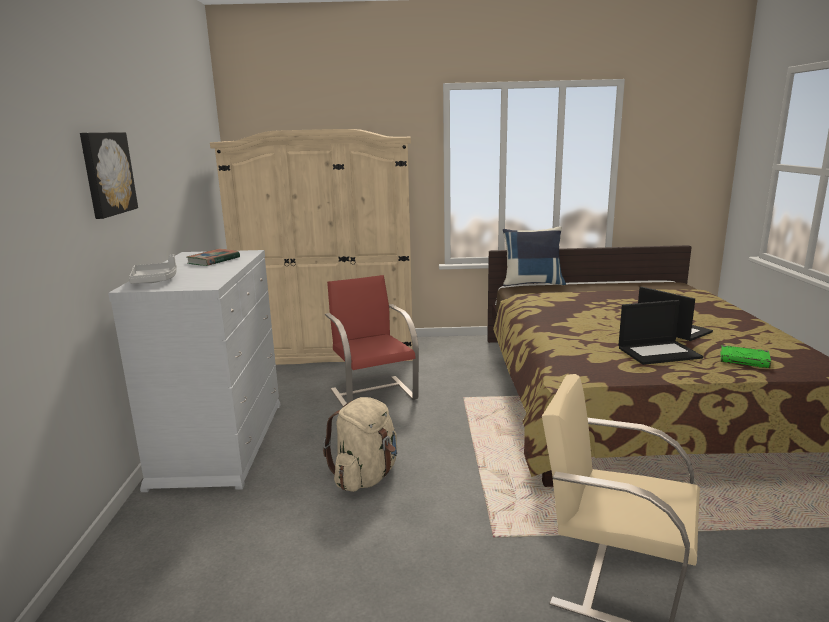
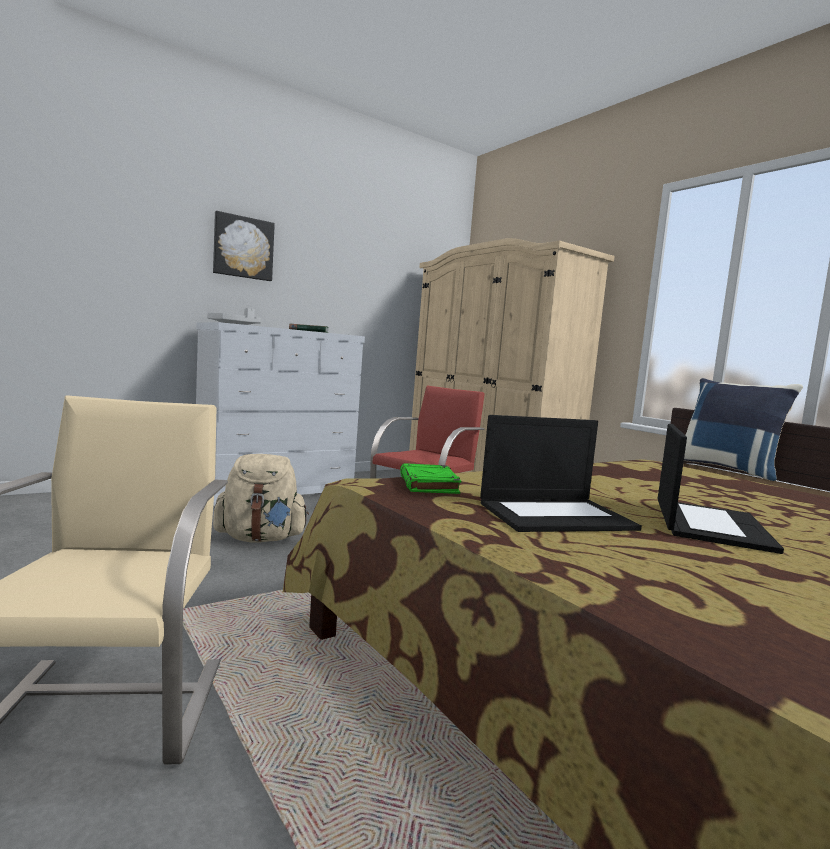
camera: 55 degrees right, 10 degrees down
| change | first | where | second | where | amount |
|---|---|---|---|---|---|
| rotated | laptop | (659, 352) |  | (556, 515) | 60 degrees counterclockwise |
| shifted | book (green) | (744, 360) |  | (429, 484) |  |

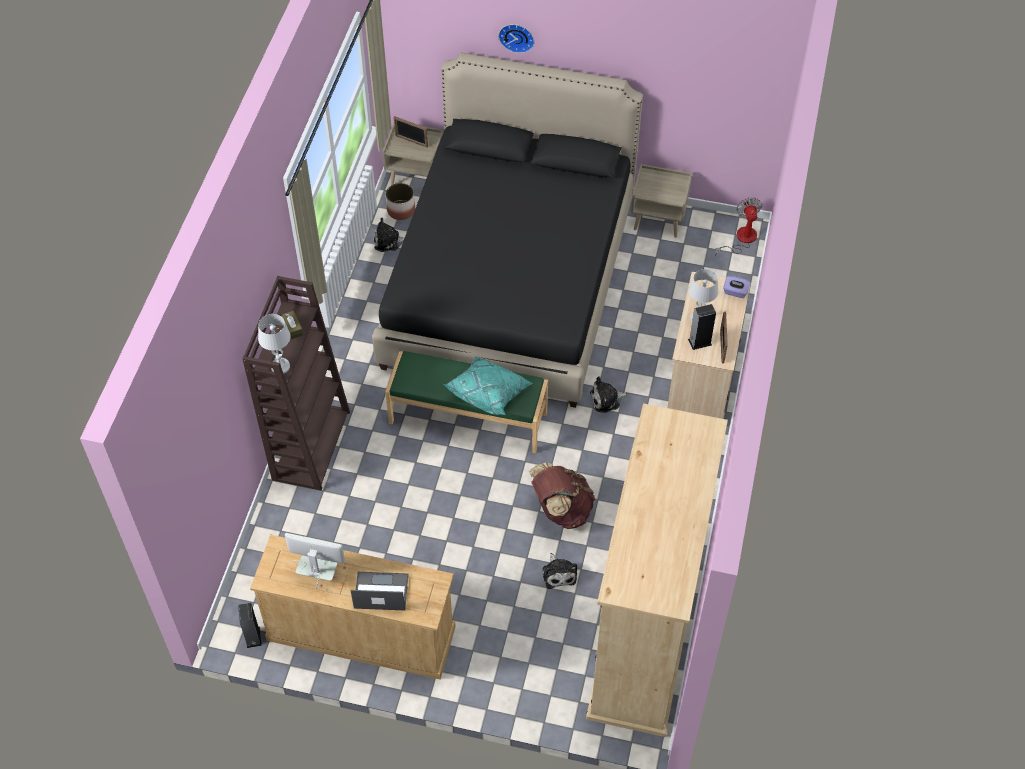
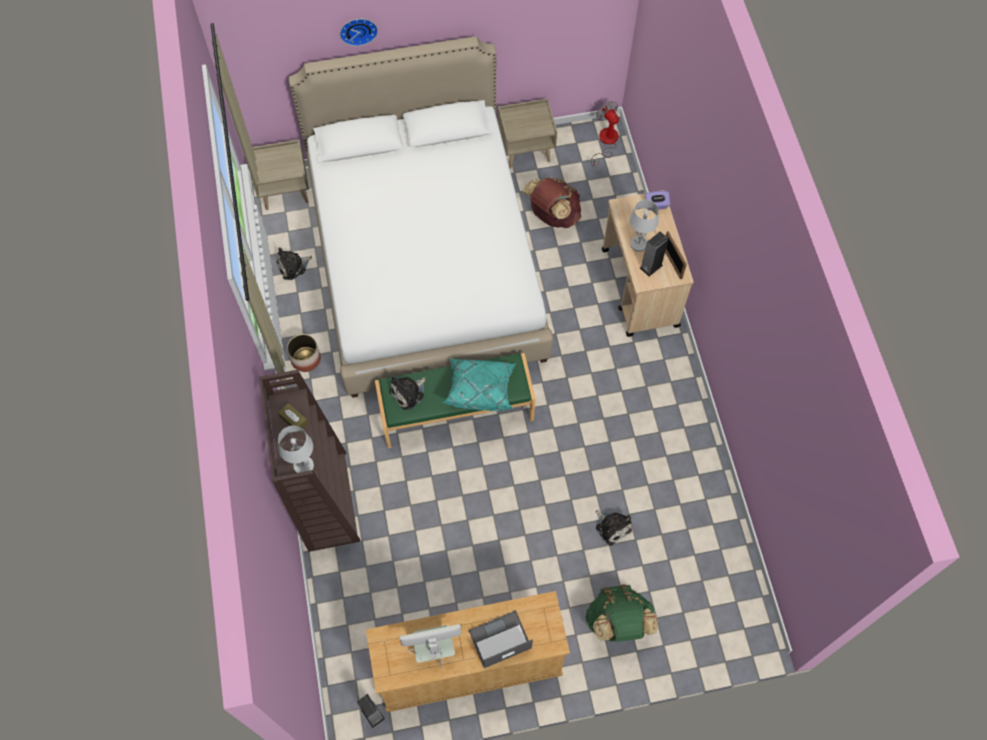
camera: 25 degrees left, 10 degrees up
| change | first | where | second | where | amount |
|---|---|---|---|---|---|
| repainted | bed (black) | (509, 282) | bed (white) | (425, 263) |  |
| gone | picture frame | (411, 141) |  |  |  |
| shifted | planter | (401, 210) |  | (306, 359) |  |
| shifted | plush toy | (607, 399) |  | (408, 393) |  |
| gone | wardrobe (beige) | (645, 633) |  |  |  |
| shifted | backpack (brown) | (561, 510) |  | (552, 215) |  |
| new |  |  | backpack (green) | (618, 622) |  |

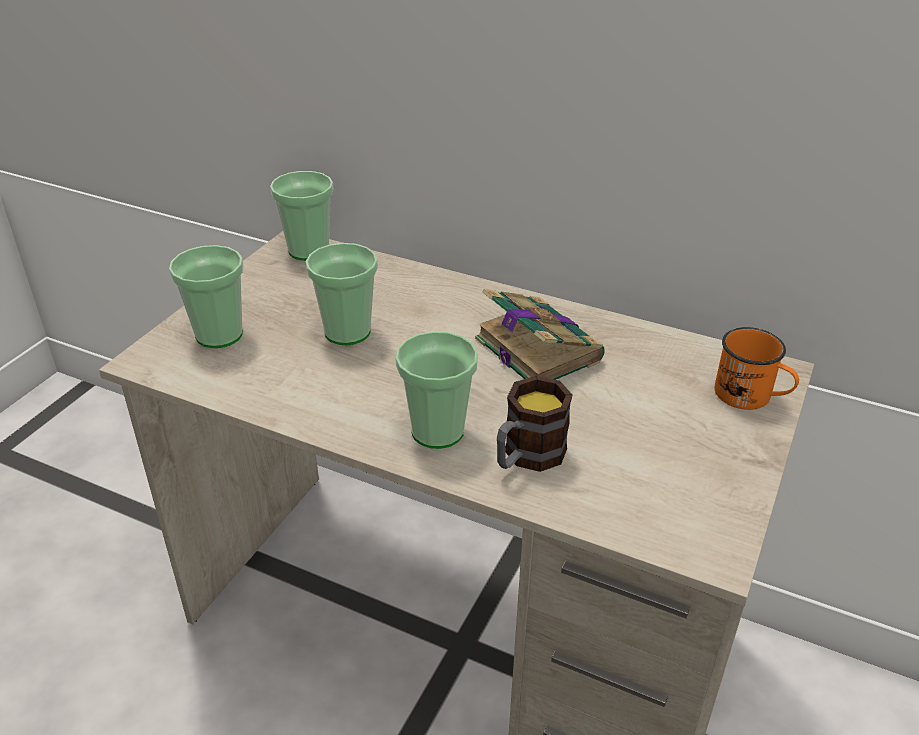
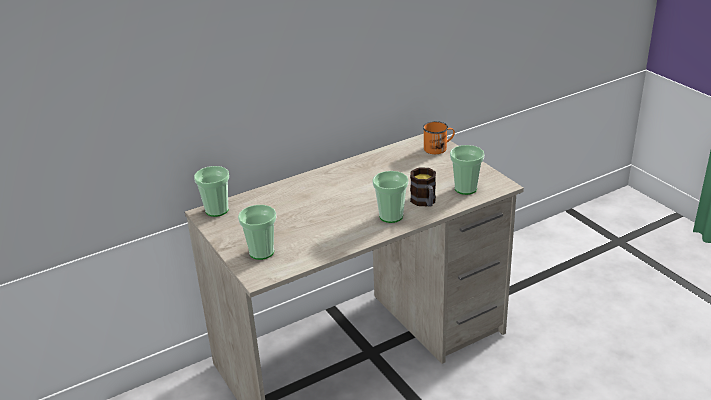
camera: 55 degrees left, 5 degrees down
| change | first | where | second | where | amount |
|---|---|---|---|---|---|
| shifted | cup | (347, 332) |  | (465, 188) |  |
| gone | book | (536, 348) |  |  |  |

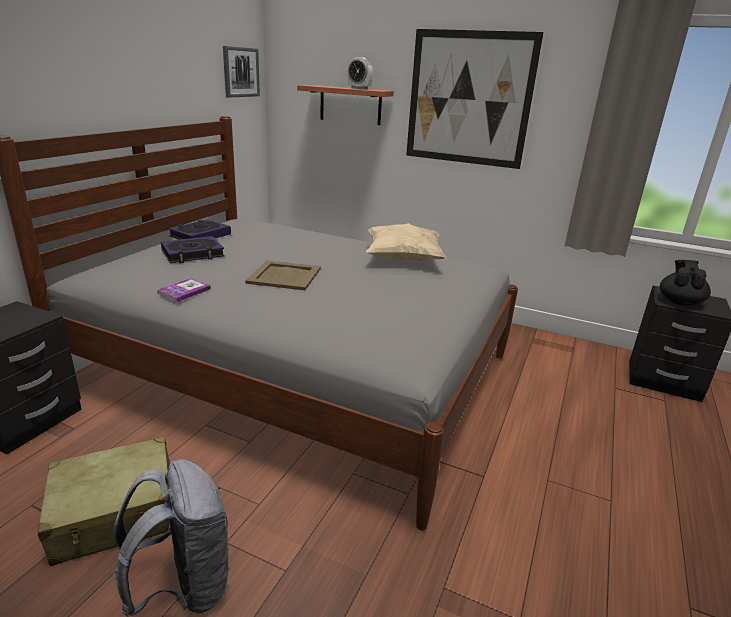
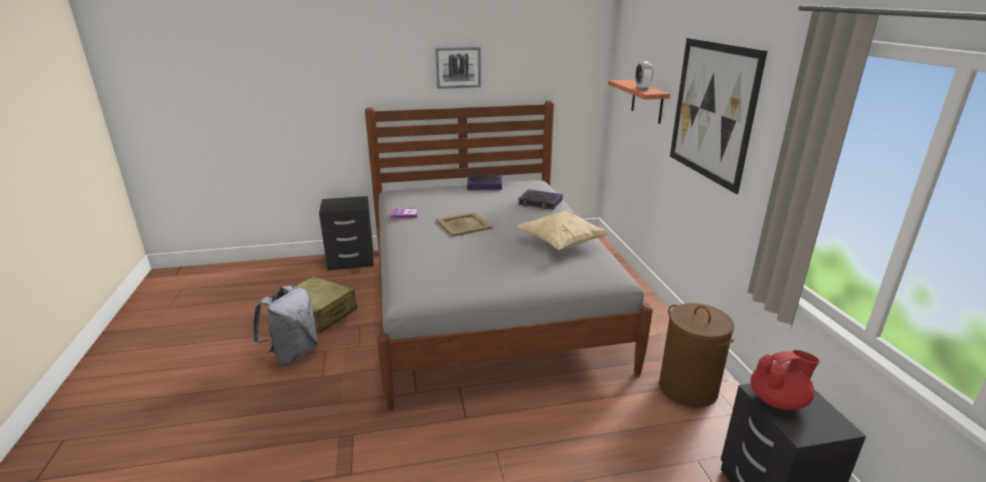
camera: 55 degrees right, 0 degrees up
| change | first | where | second | where | amount |
|---|---|---|---|---|---|
| shifted | picture | (240, 72) |  | (458, 67) |  |
| shifted | book | (193, 254) |  | (540, 203) |  |
| repainted | teapot (black) | (679, 302) | teapot (red) | (778, 400) |  |
| new |  |  | laundry basket (brown) | (687, 388) |  |

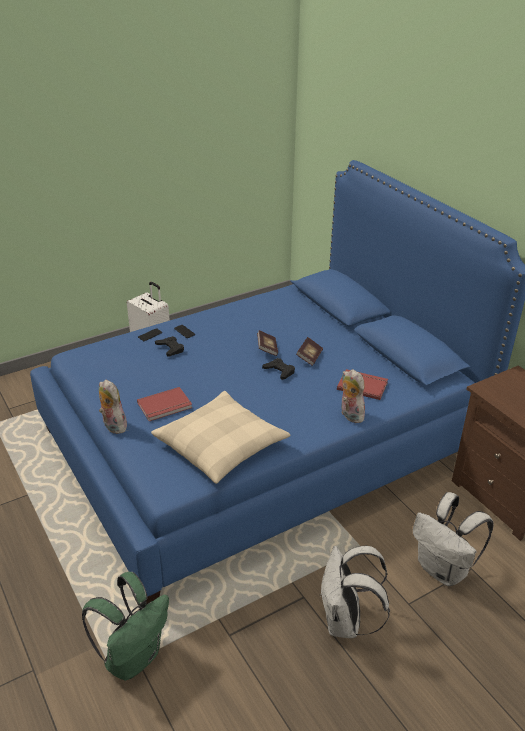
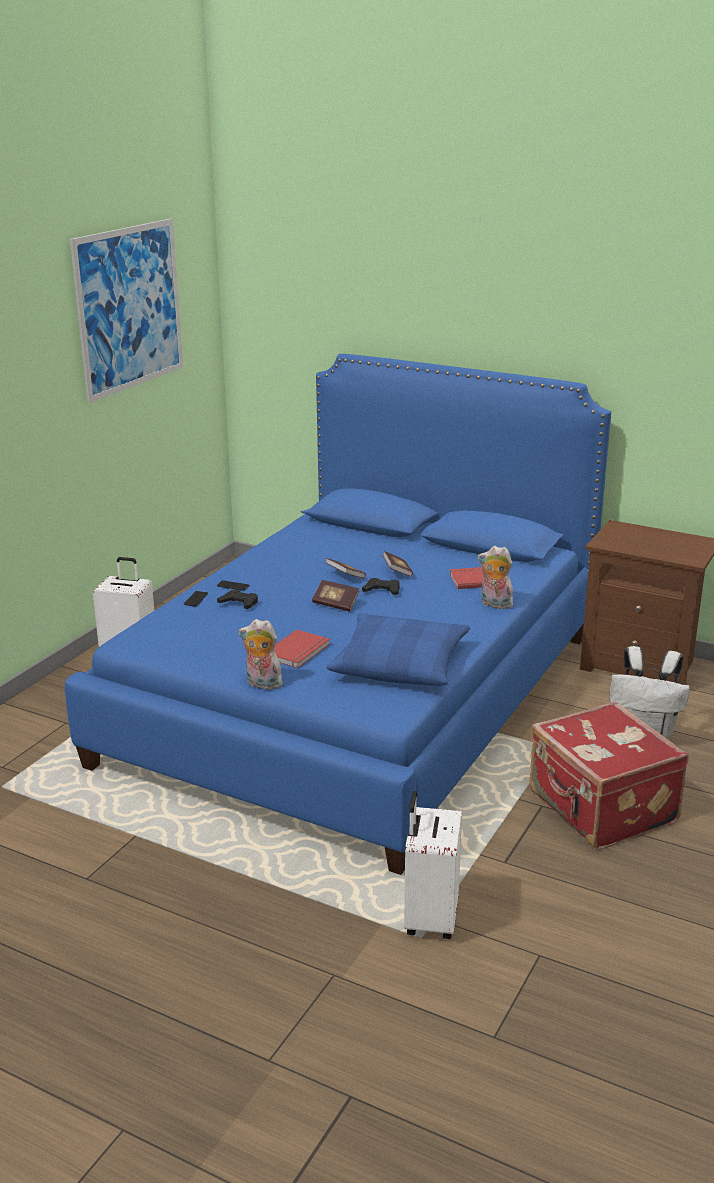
camera: 30 degrees left, 10 degrees down
| change | first | where | second | where | amount |
|---|---|---|---|---|---|
| repainted | pillow (beige) | (221, 445) | pillow (blue) | (400, 663) |  |
| swapped | backpack (white) | (345, 622) | suitcase (red) | (600, 809) |  |
| swapped | backpack (green) | (133, 657) | suitcase (white) | (429, 918) |  |
| new |  |  | picture | (130, 308) |  |
| new |  |  | book | (335, 604) |  |

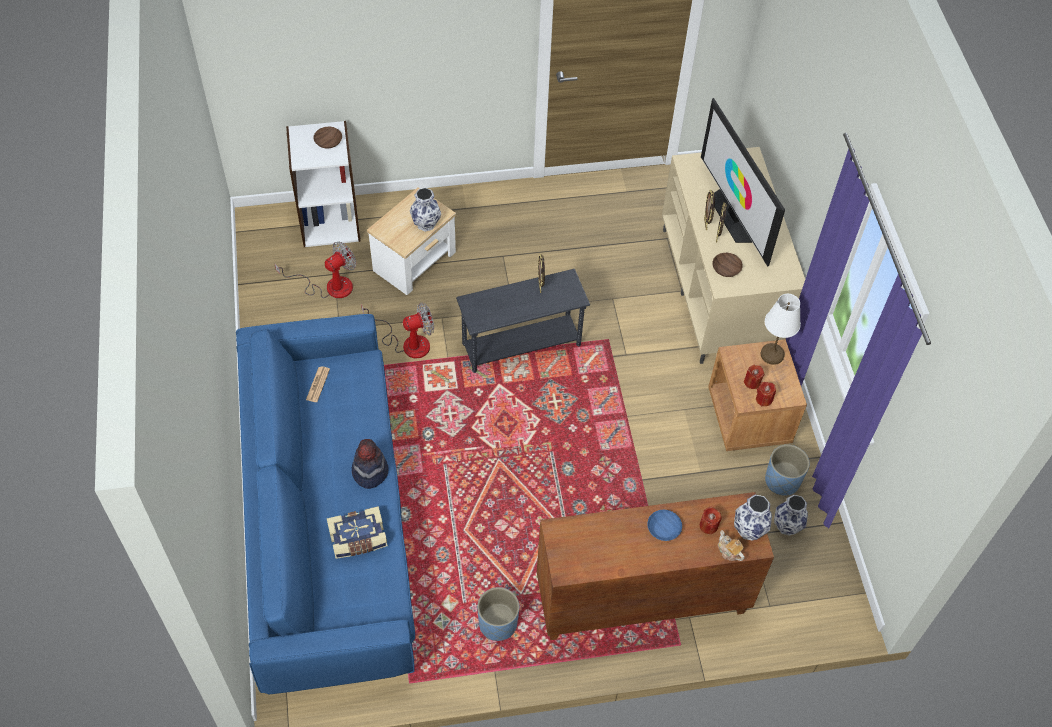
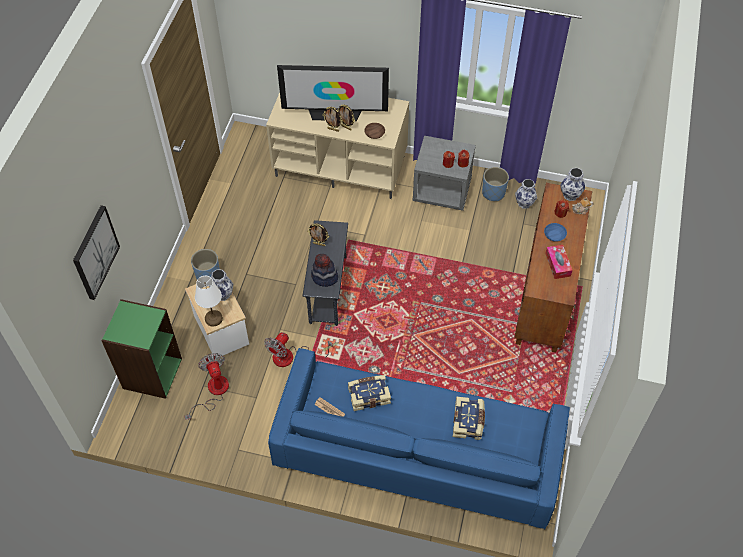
camera: 65 degrees left, 0 degrees up
| change | first | where | second | where | amount |
|---|---|---|---|---|---|
| repainted | bookcase (white) | (330, 222) | bookcase (green) | (151, 373) |  |
| gone | bowl (brown) | (329, 141) |  |  |  |
| shifted | table lamp (white) | (772, 355) |  | (214, 319) |  |
| rotated | fan | (407, 342) |  | (291, 357) | 150 degrees counterclockwise |
| repainted | nightstand (brown) | (749, 417) | nightstand (grey) | (442, 190) |  |
| shifted | hat | (370, 471) |  | (324, 277) |  |
| shifted | planter (blue) | (498, 624) |  | (208, 275) |  |
| new |  |  | picture | (95, 252) |  |
| new |  |  | tissue box | (557, 264) |  |
| new |  |  | book | (368, 395) |  |

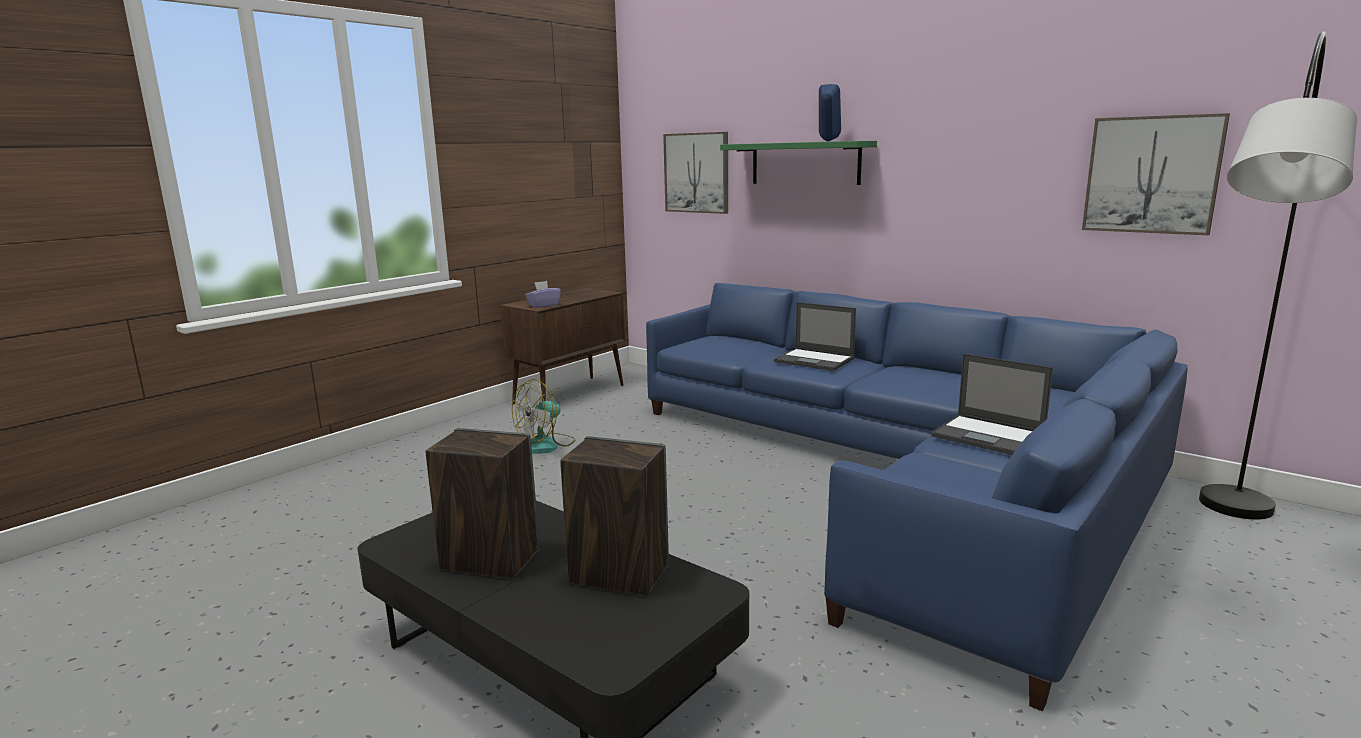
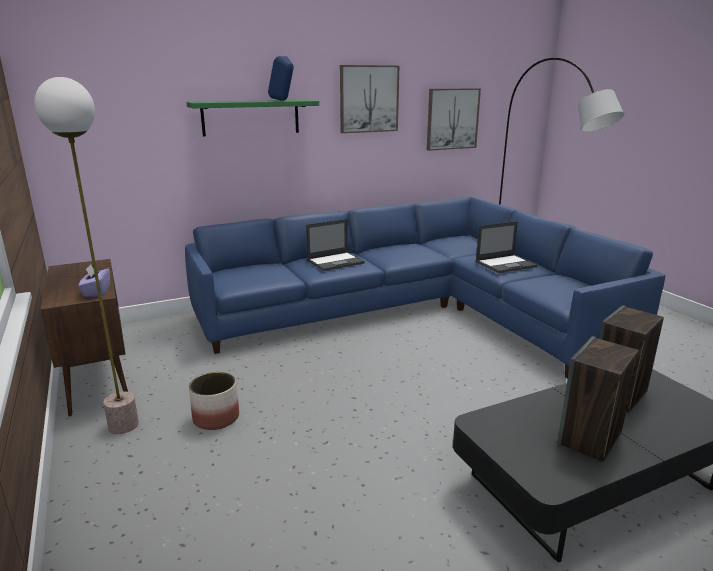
camera: 65 degrees left, 5 degrees up
| change | first | where | second | where | amount |
|---|---|---|---|---|---|
| shifted | picture | (697, 173) |  | (368, 99) |  |
| swapped | fan | (545, 445) | planter | (216, 418) |  |
| new |  |  | floor lamp | (123, 425) |  |

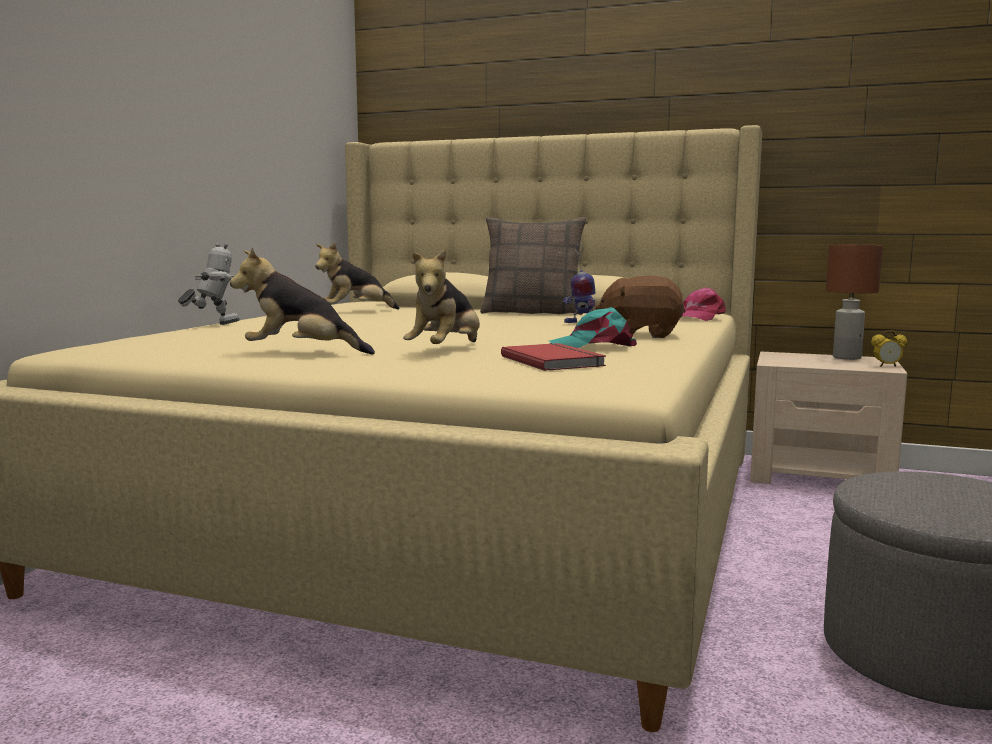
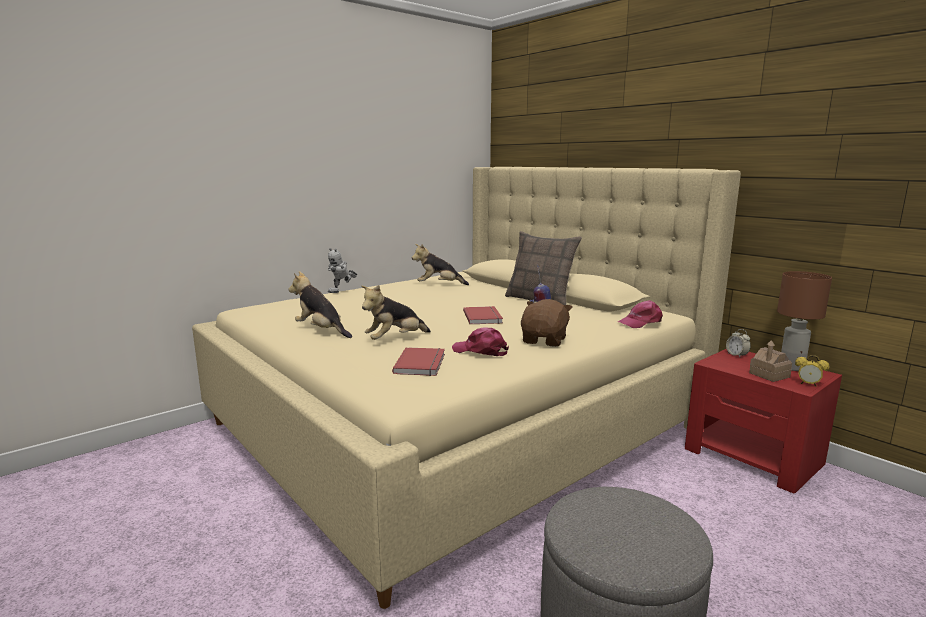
camera: 30 degrees right, 5 degrees up
| change | first | where | second | where | amount |
|---|---|---|---|---|---|
| rotated | toy robot | (212, 324) |  | (342, 292) | 150 degrees clockwise |
| rotated | plush toy (brown) | (641, 335) |  | (545, 340) | 75 degrees clockwise |
| repainted | cap (turquoise) | (594, 346) | cap (pink) | (481, 351) |  |
| repainted | nightstand (beige) | (820, 475) | nightstand (red) | (753, 456) |  |
| new |  |  | book (red) | (484, 317) |  |
| new |  |  | alarm clock | (736, 355) |  |
| new |  |  | toy house | (769, 375) |  |

